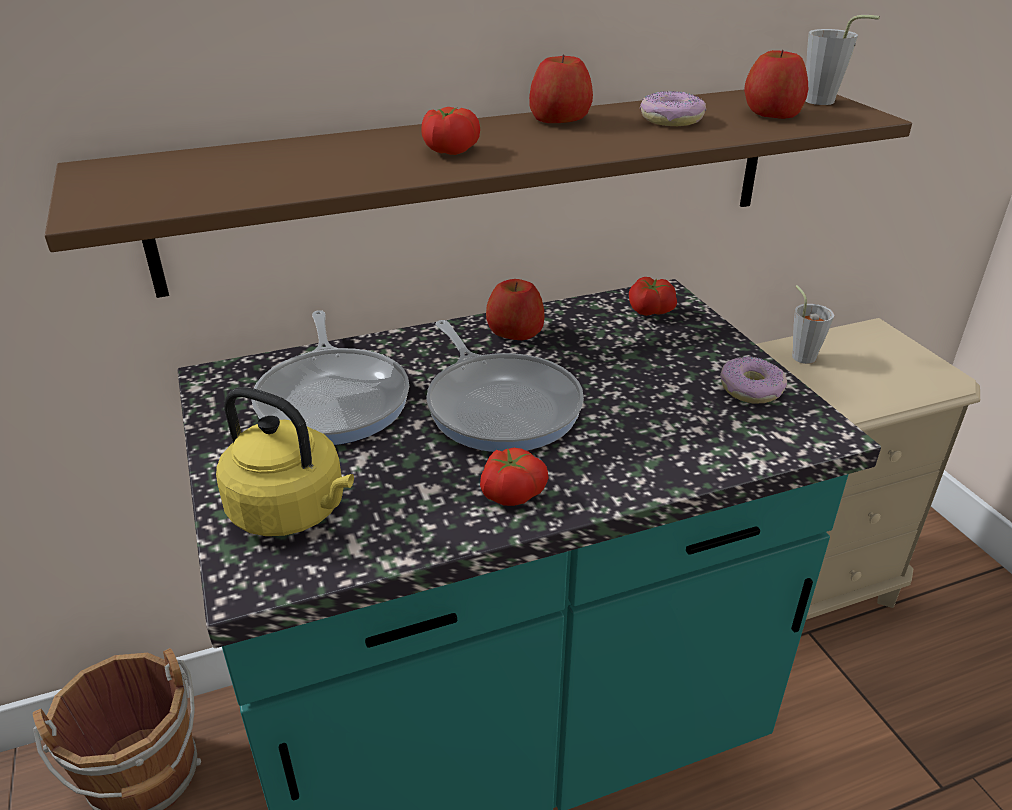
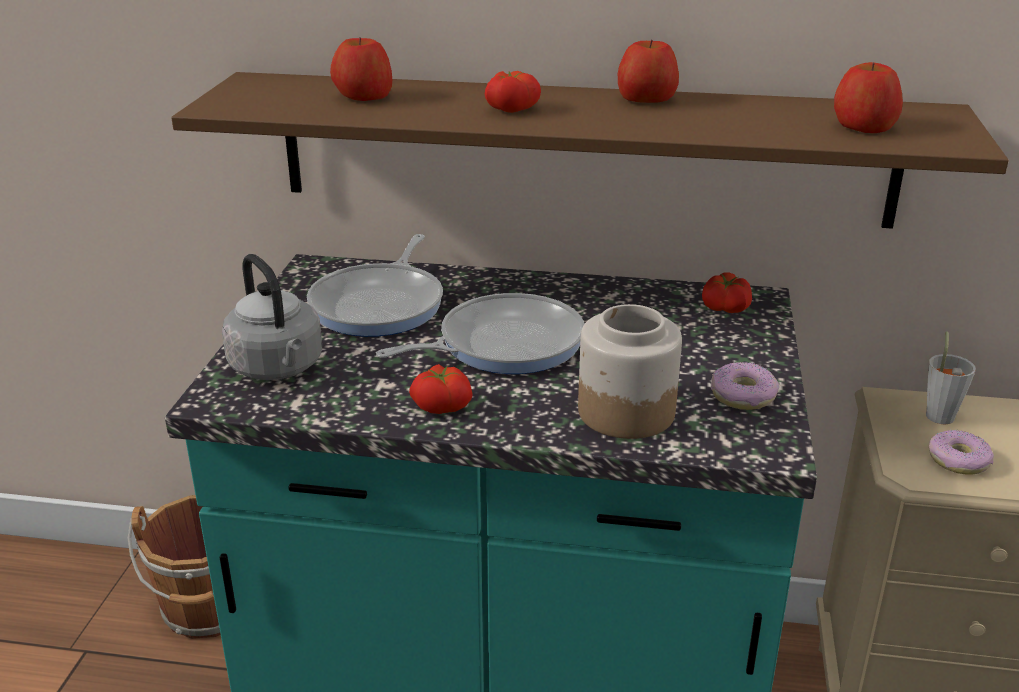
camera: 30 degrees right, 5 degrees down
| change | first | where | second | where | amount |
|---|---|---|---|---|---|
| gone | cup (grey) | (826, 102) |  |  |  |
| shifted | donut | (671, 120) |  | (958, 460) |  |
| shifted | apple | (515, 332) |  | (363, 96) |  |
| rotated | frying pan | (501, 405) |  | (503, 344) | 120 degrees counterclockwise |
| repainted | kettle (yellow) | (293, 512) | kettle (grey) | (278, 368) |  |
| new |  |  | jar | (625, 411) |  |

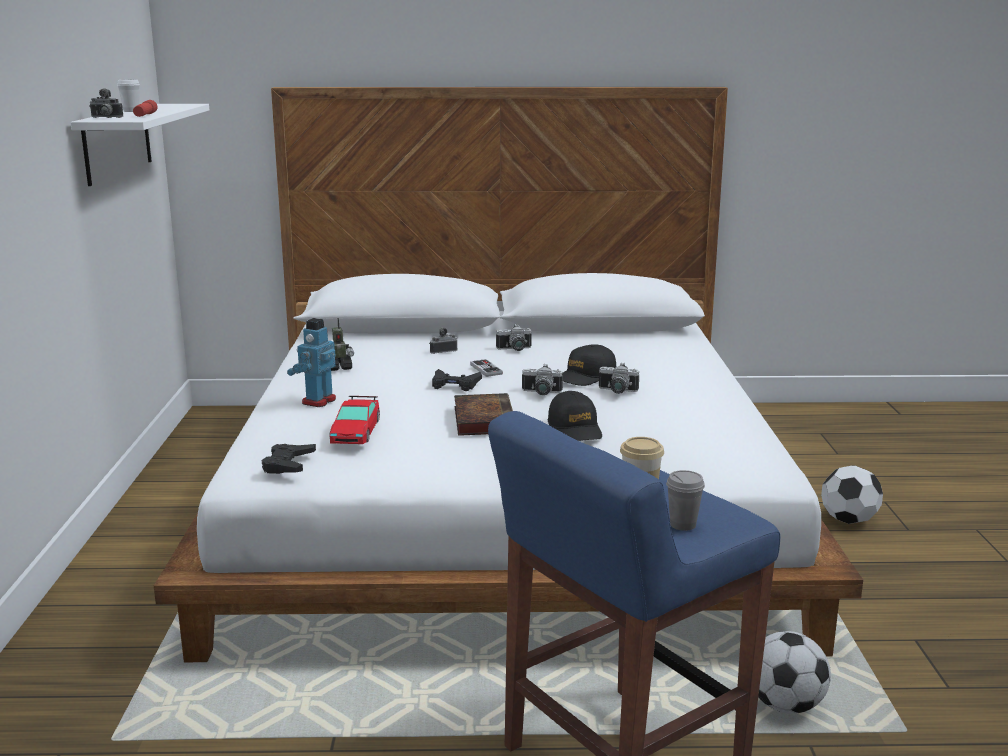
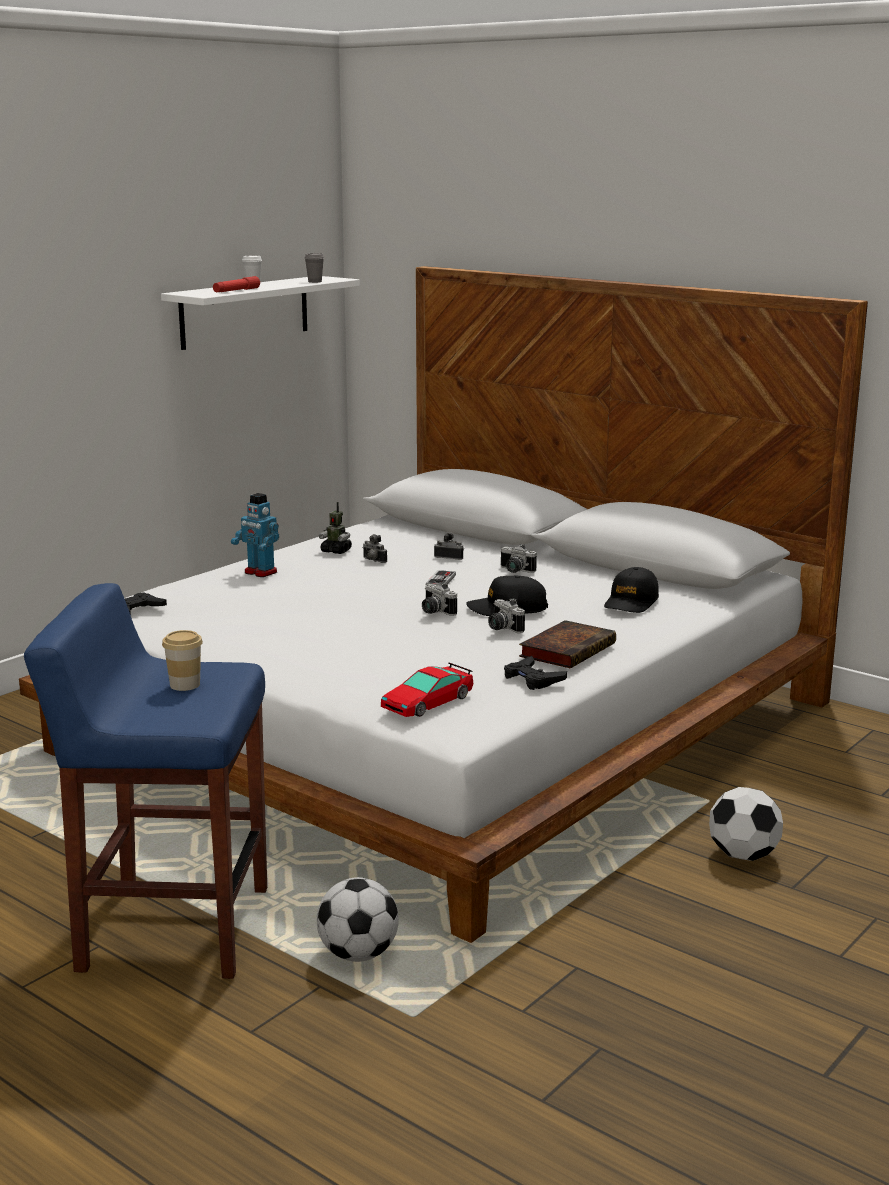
camera: 40 degrees right, 0 degrees up
| change | first | where | second | where | amount |
|---|---|---|---|---|---|
| shifted | photo camera | (106, 117) |  | (373, 561) |  |
| rotated | toy robot | (318, 401) |  | (260, 572) | 120 degrees counterclockwise |
| shifted | game controller (black) | (455, 385) |  | (532, 679) |  |
| shifted | cap (black) | (575, 429) |  | (631, 602) |  |
| shifted | book | (483, 419) |  | (568, 650) |  |
| shifted | toy car | (355, 431) |  | (427, 702) |  |
| shifted | cup (grey) | (683, 525) |  | (315, 282) |  |

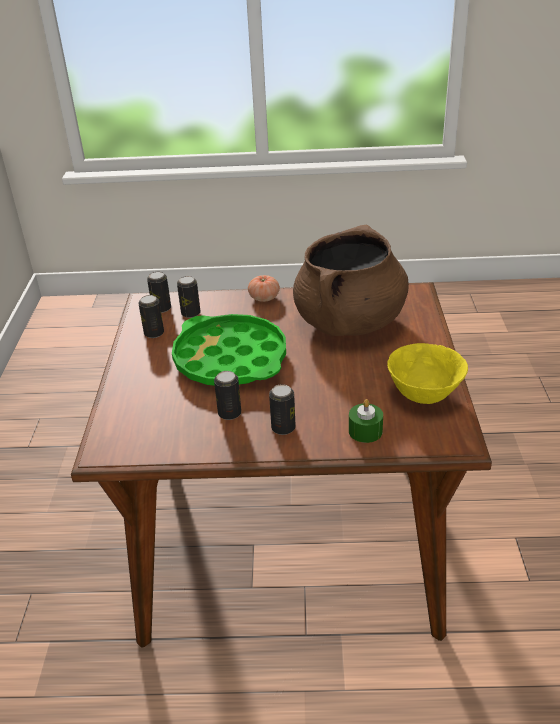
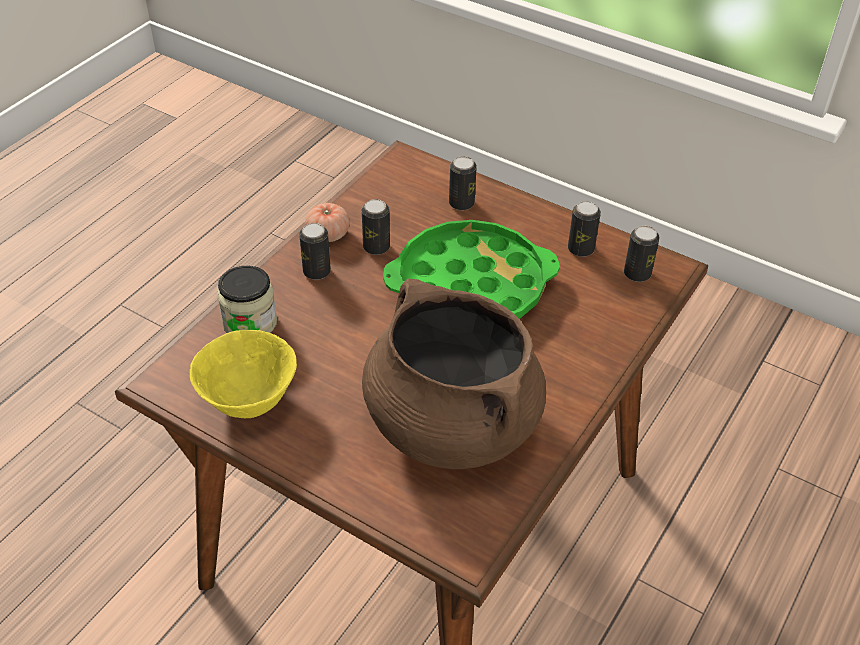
camera: 120 degrees right, 10 degrees up
| change | first | where | second | where | amount |
|---|---|---|---|---|---|
| shifted | tomato | (264, 298) |  | (328, 234) |  |
| shifted | can | (191, 313) |  | (461, 203) |  |
| swapped | candle (green) | (365, 431) | jar | (250, 323) |  |

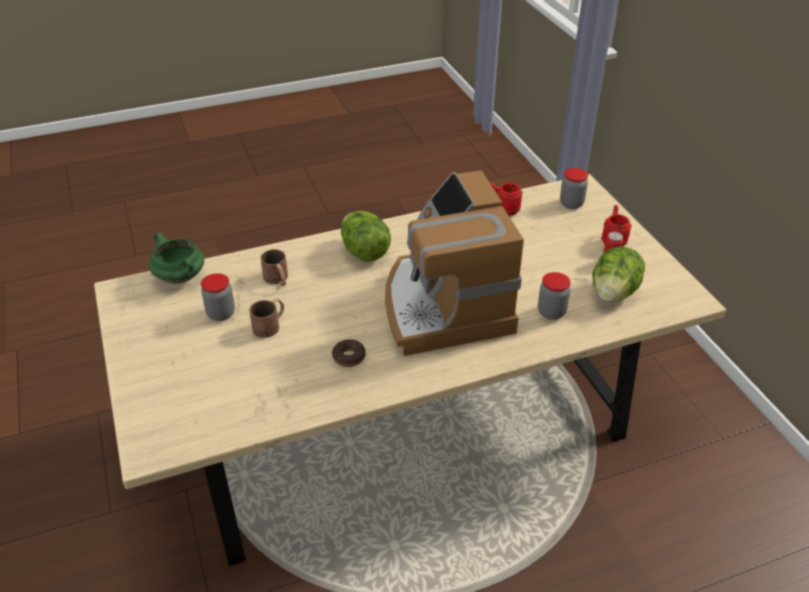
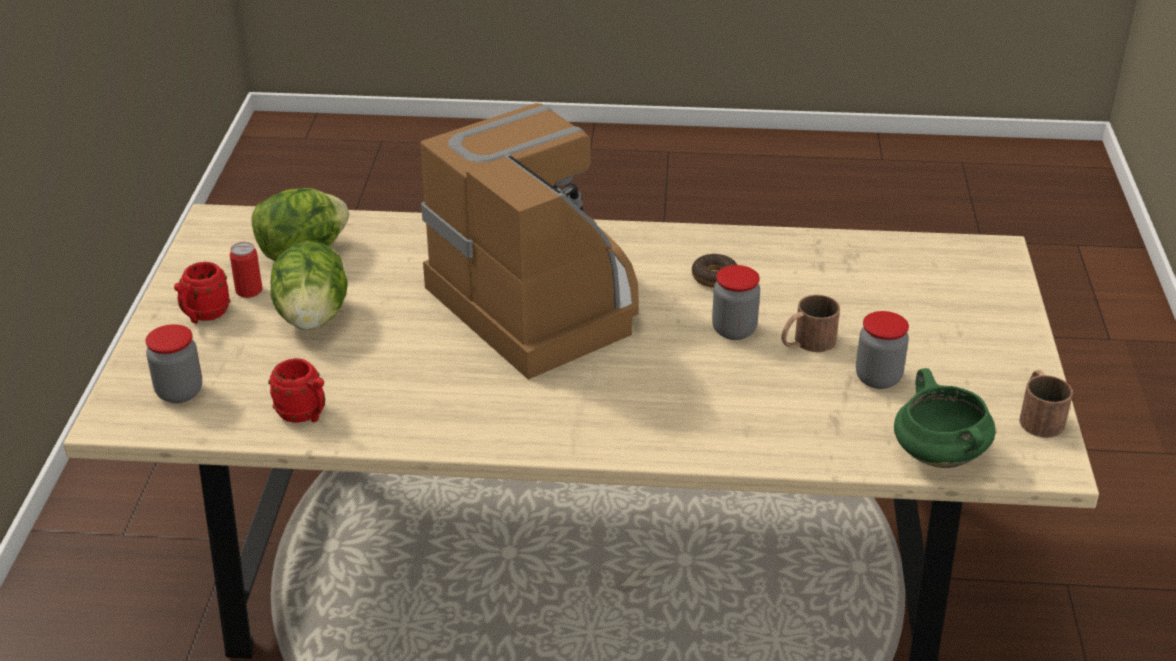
camera: 155 degrees left, 5 degrees down
| change | first | where | second | where | amount |
|---|---|---|---|---|---|
| rotated | coffee machine | (444, 305) |  | (542, 300) | 45 degrees counterclockwise |
| shifted | lettuce | (364, 252) |  | (312, 318) |  |
| shifted | mug (brown) | (278, 280) |  | (1038, 416) |  |
| shifted | jar | (551, 312) |  | (734, 330) |  |

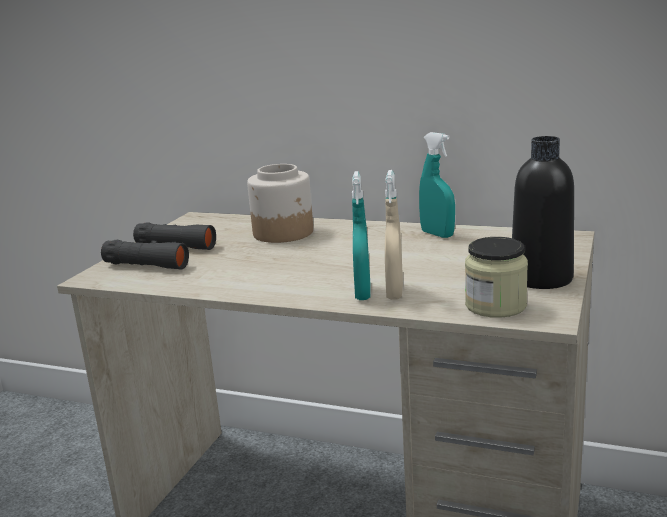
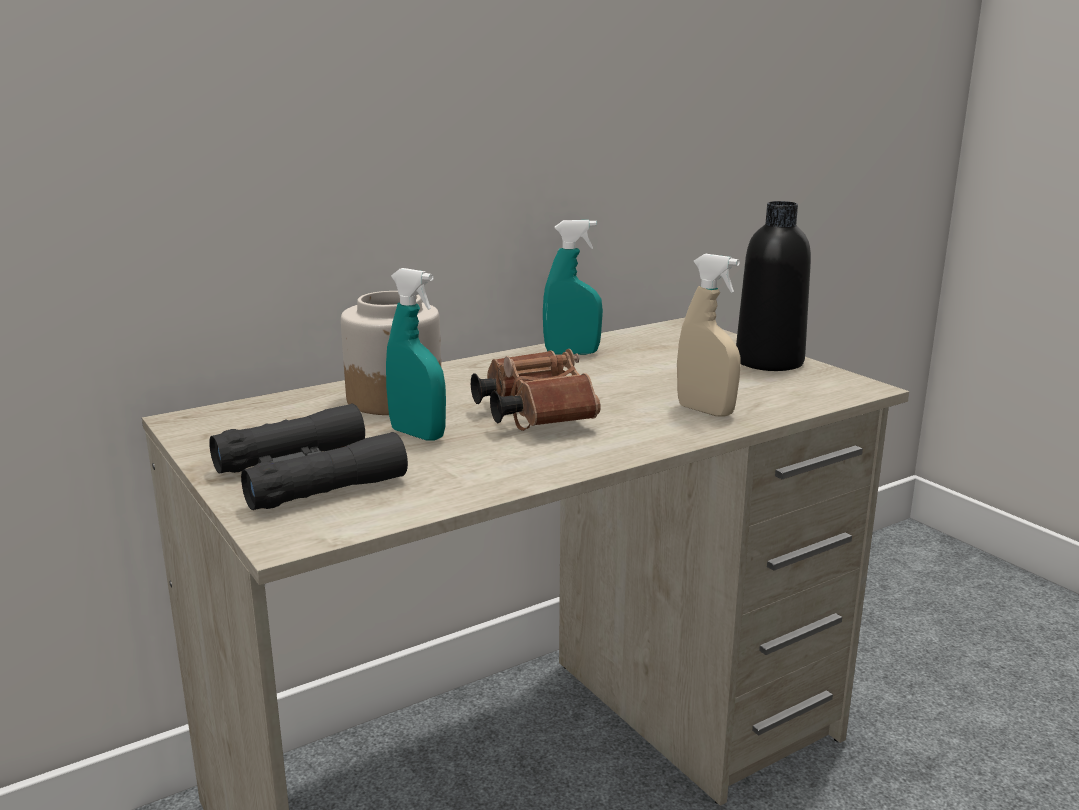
camera: 55 degrees left, 0 degrees up
| change | first | where | second | where | amount |
|---|---|---|---|---|---|
| shifted | spray bottle (turquoise) | (363, 293) |  | (417, 434) |  |
| gone | jar | (495, 306) |  |  |  |
| new |  |  | binoculars (brown) | (532, 414) |  |

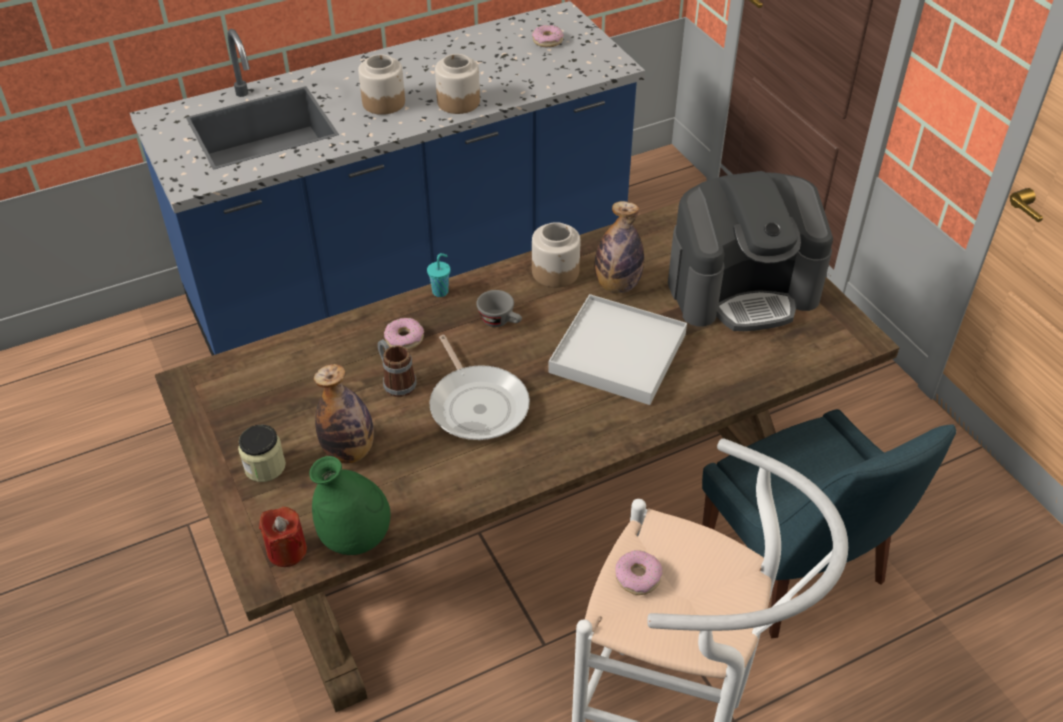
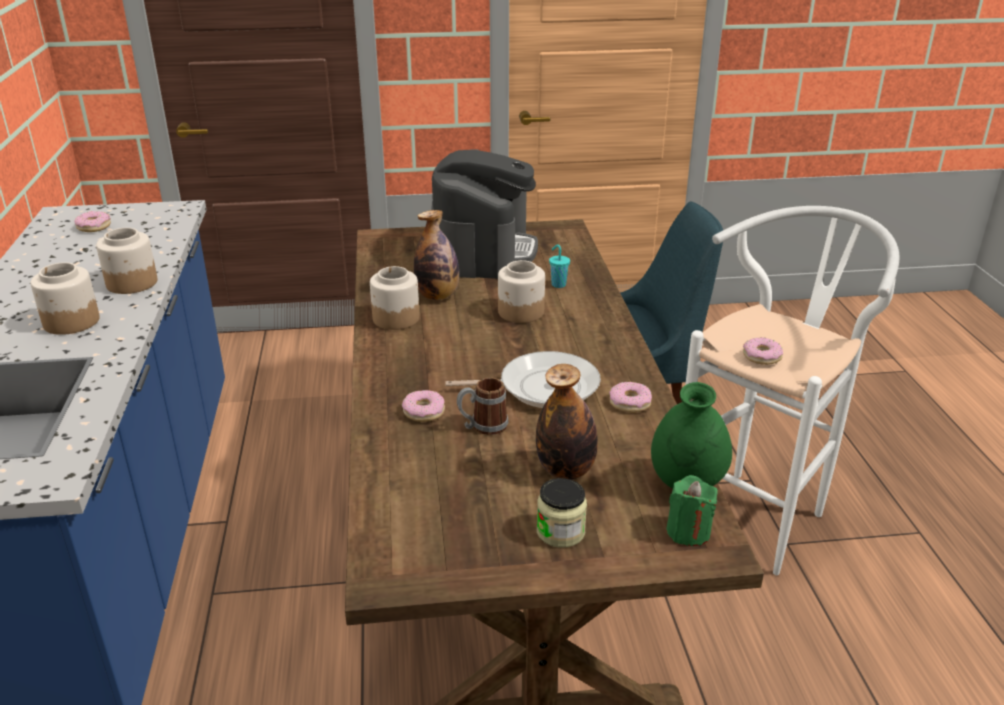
camera: 70 degrees left, 15 degrees down
| change | first | where | second | where | amount |
|---|---|---|---|---|---|
| shifted | cup (turquoise) | (441, 291) |  | (558, 284) |  |
| gone | cup (grey) | (500, 321) |  |  |  |
| swapped | tray (white) | (617, 353) | jar | (521, 312) |  |
| repainted | candle (red) | (287, 551) | candle (green) | (688, 532) |  |
| new |  |  | donut | (630, 403) |  |

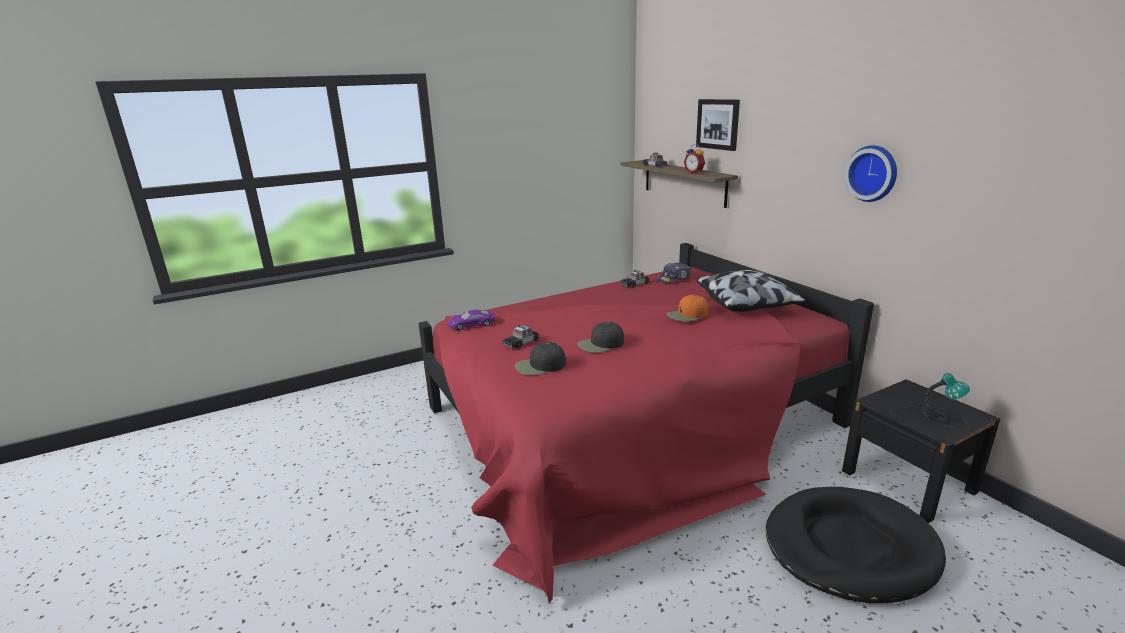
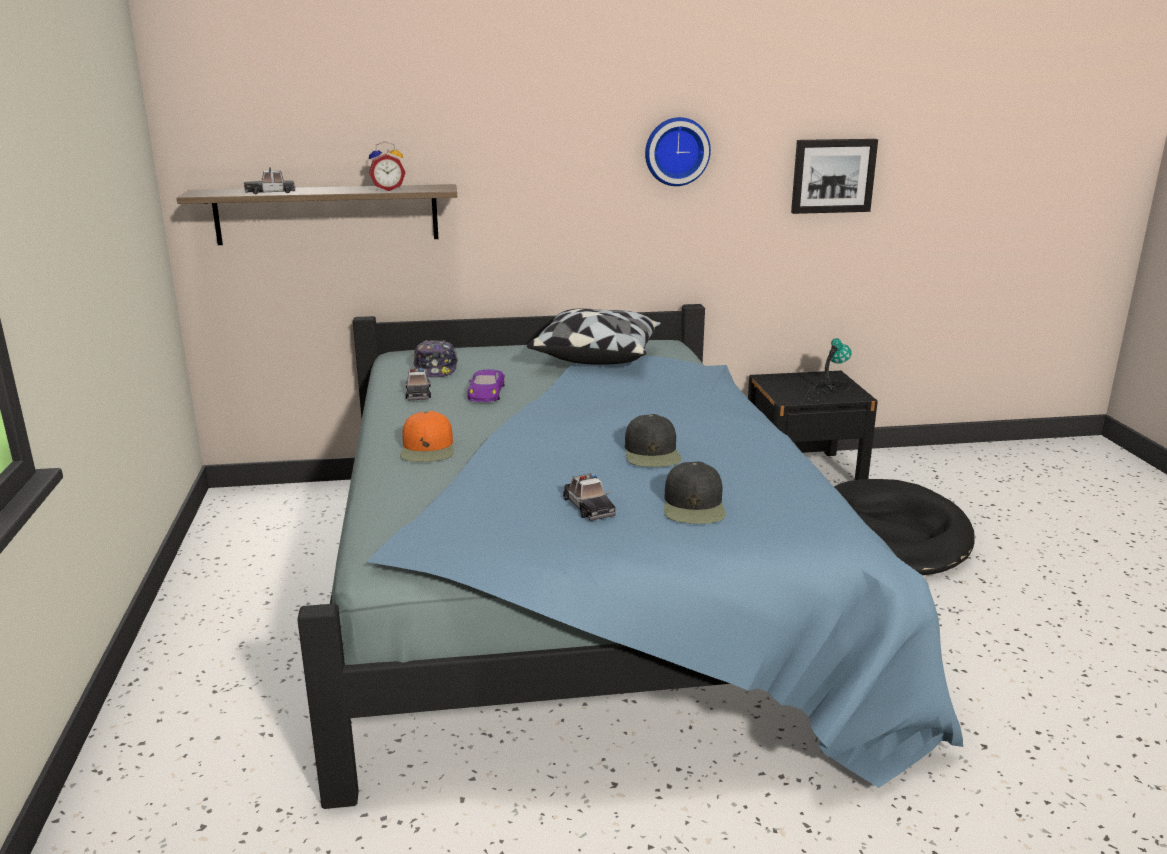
camera: 70 degrees left, 0 degrees up
| change | first | where | second | where | amount |
|---|---|---|---|---|---|
| shifted | picture | (718, 124) |  | (833, 176) |  |
| repainted | bed (red) | (629, 425) | bed (blue) | (584, 591) |  |
| shifted | cap (orange) | (687, 315) |  | (428, 449) |  |
| shifted | toy car (purple) | (471, 324) |  | (486, 392) |  |

